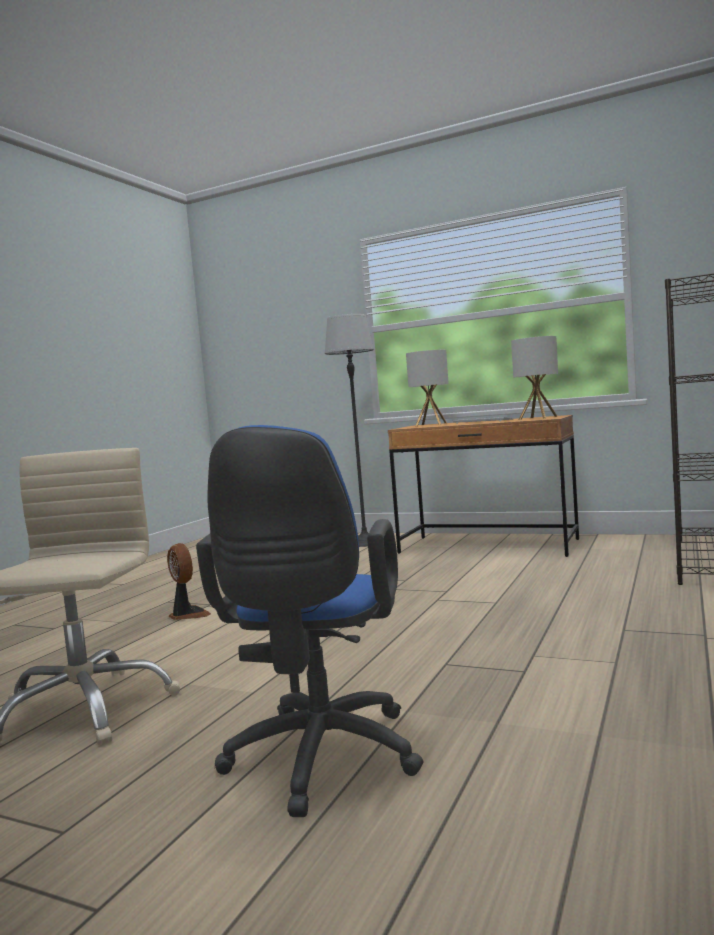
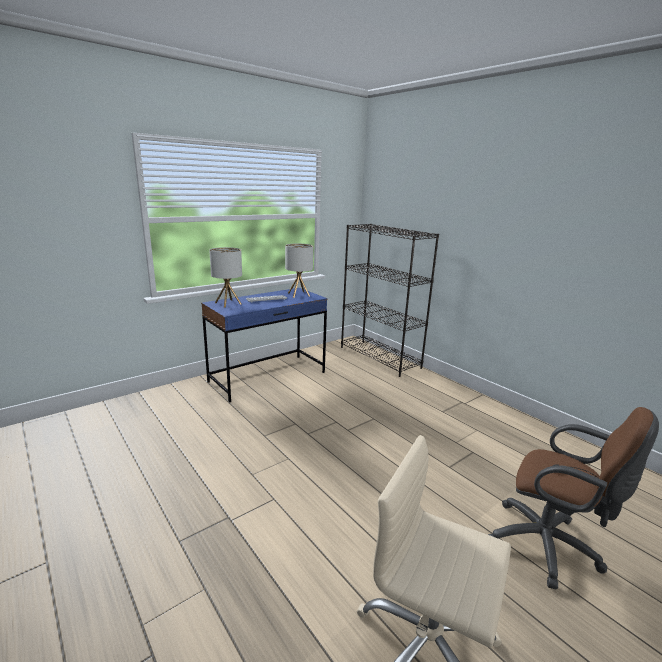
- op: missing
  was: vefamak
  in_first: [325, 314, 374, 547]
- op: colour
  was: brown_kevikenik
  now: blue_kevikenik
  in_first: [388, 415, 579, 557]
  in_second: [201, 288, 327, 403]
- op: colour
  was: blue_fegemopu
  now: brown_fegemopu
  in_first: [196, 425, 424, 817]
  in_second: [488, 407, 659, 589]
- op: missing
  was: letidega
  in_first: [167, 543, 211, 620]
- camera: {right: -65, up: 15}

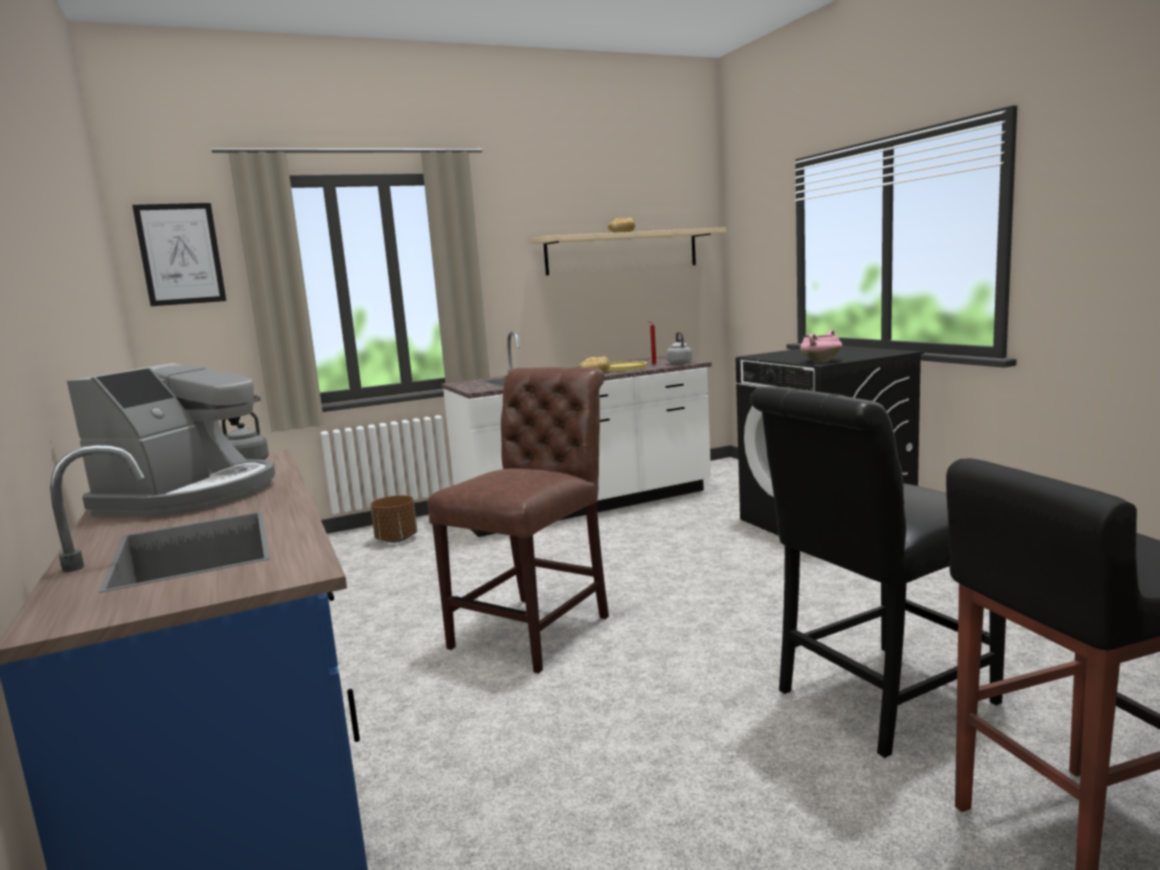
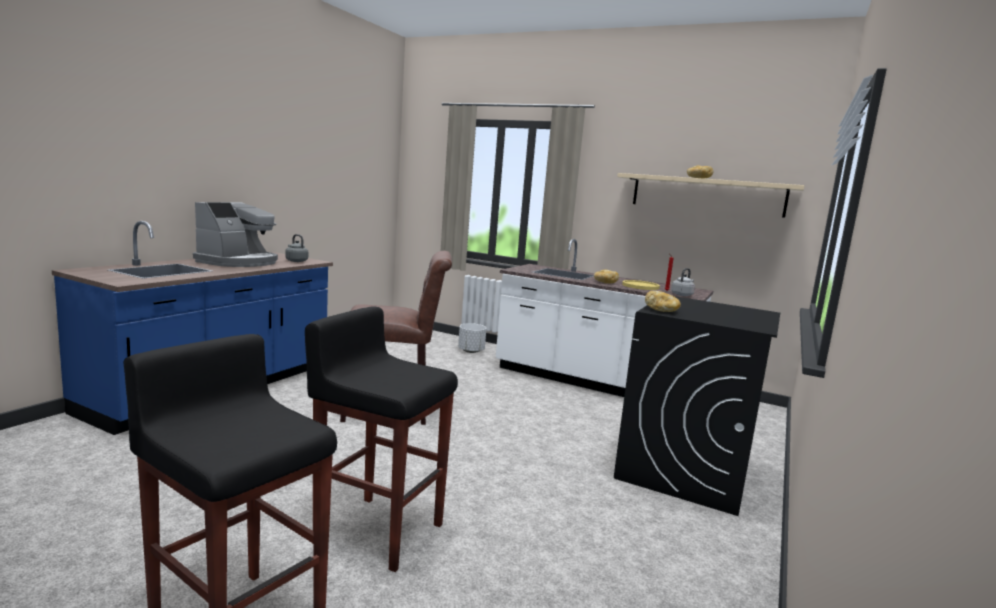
- op: missing
  was: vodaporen
  in_first: [132, 203, 226, 306]
- op: exchanged
  was: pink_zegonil
  now: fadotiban
  in_first: [800, 330, 842, 362]
  in_second: [645, 291, 681, 312]
- op: spun
  was: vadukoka
  in_first: [67, 363, 275, 517]
  in_second: [193, 202, 278, 267]
  clockwise: -45
- op: exchanged
  was: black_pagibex
  now: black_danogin
  in_first: [750, 387, 1006, 758]
  in_second: [305, 306, 458, 572]
- op: colour
  was: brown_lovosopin
  now: white_lovosopin
  in_first: [370, 495, 417, 543]
  in_second: [458, 323, 486, 353]
- camera: {right: 50, up: 0}

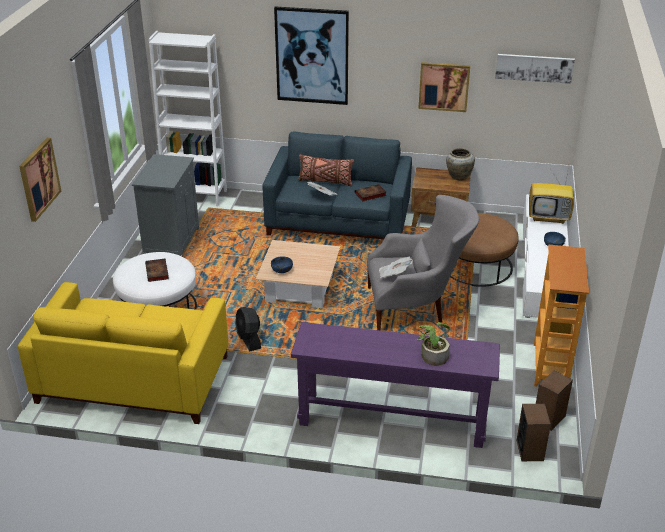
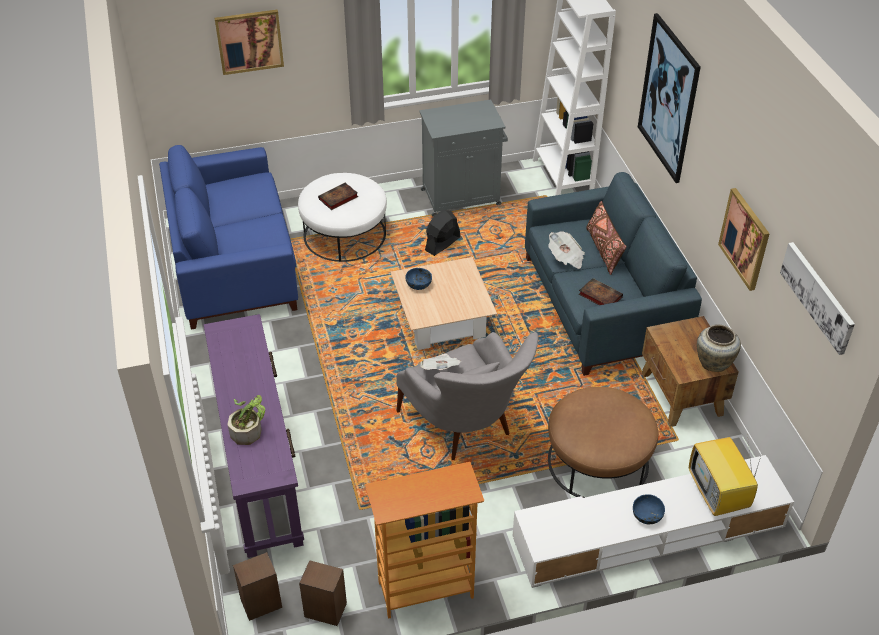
- op: colour
  was: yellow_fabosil
  now: blue_fabosil
  in_first: [18, 282, 229, 424]
  in_second: [159, 145, 298, 329]
- op: relocated
  was: black_letidega
  in_first: [235, 307, 261, 352]
  in_second: [425, 210, 461, 256]
- camera: {right: 65, up: 10}

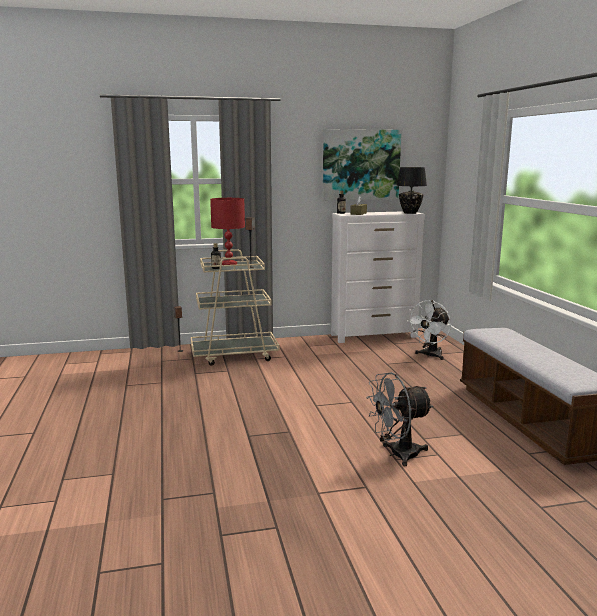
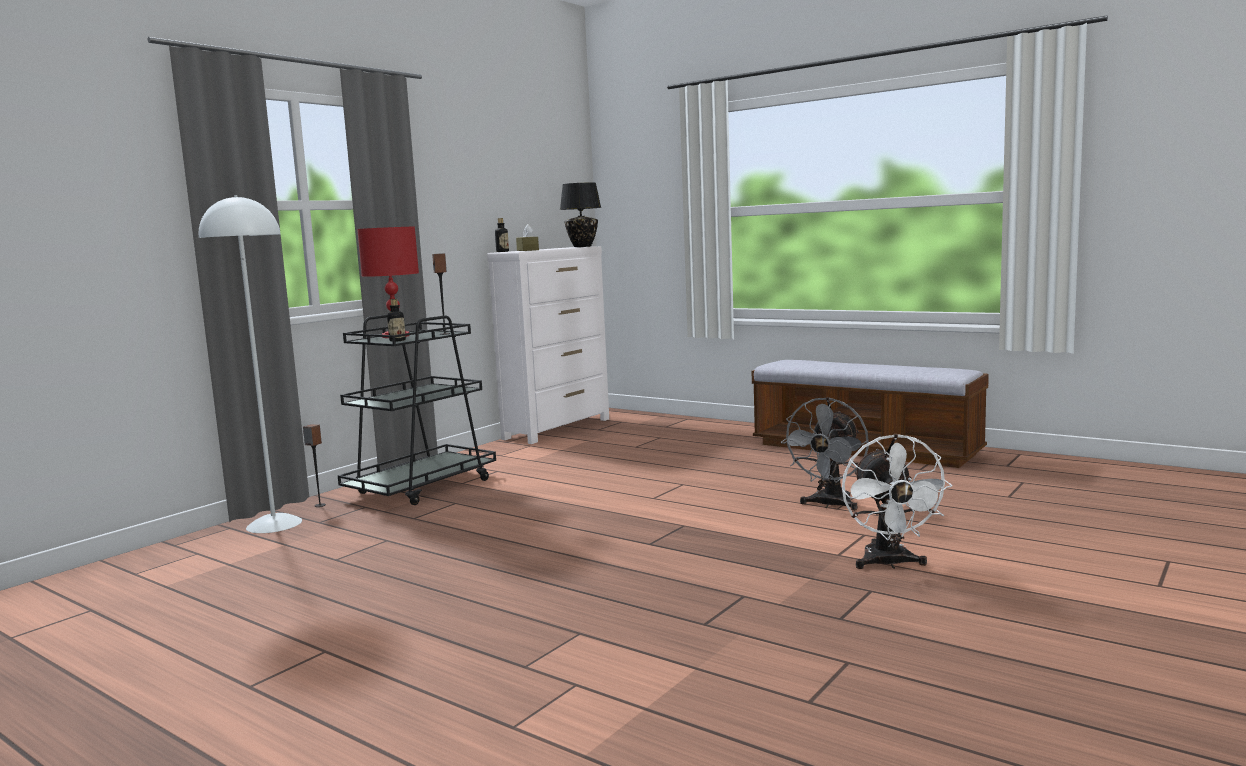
- op: missing
  was: vodaporen
  in_first: [323, 129, 401, 200]
- op: colour
  was: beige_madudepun
  now: black_madudepun
  in_first: [191, 249, 279, 366]
  in_second: [338, 315, 496, 505]
- op: relocated
  was: white_letidega
  in_first: [406, 300, 451, 360]
  in_second: [842, 434, 953, 569]
- op: appeared
  now: white_vefamak
  in_second: [199, 195, 302, 533]
- camera: {right: -40, up: -5}

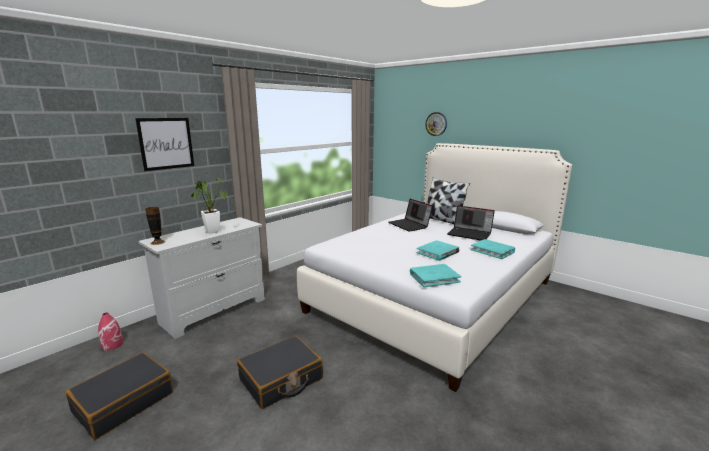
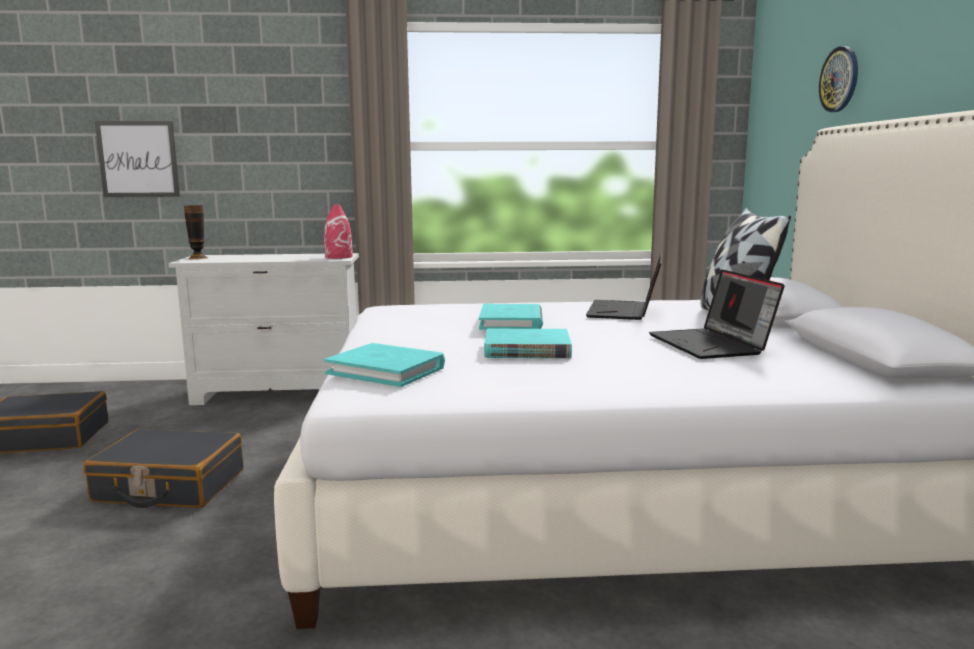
- op: relocated
  was: vodaporen
  in_first: [135, 118, 194, 171]
  in_second: [95, 121, 180, 197]
- op: missing
  was: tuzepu
  in_first: [191, 178, 228, 234]
- op: relocated
  was: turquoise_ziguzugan
  in_first: [471, 239, 515, 259]
  in_second: [479, 304, 543, 330]
- op: relocated
  was: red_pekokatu
  in_first: [98, 313, 123, 351]
  in_second: [324, 205, 353, 259]
- camera: {right: 45, up: -5}

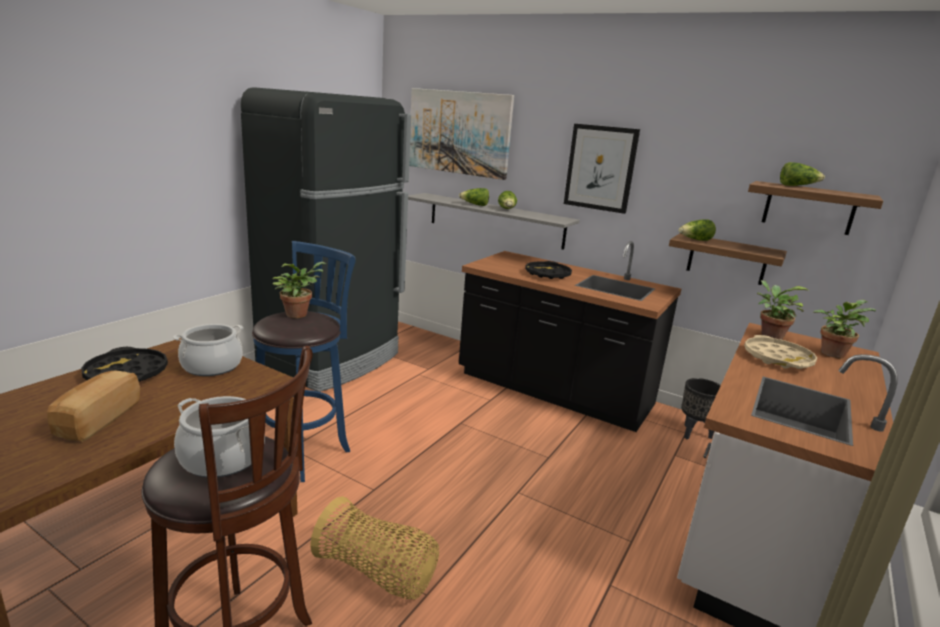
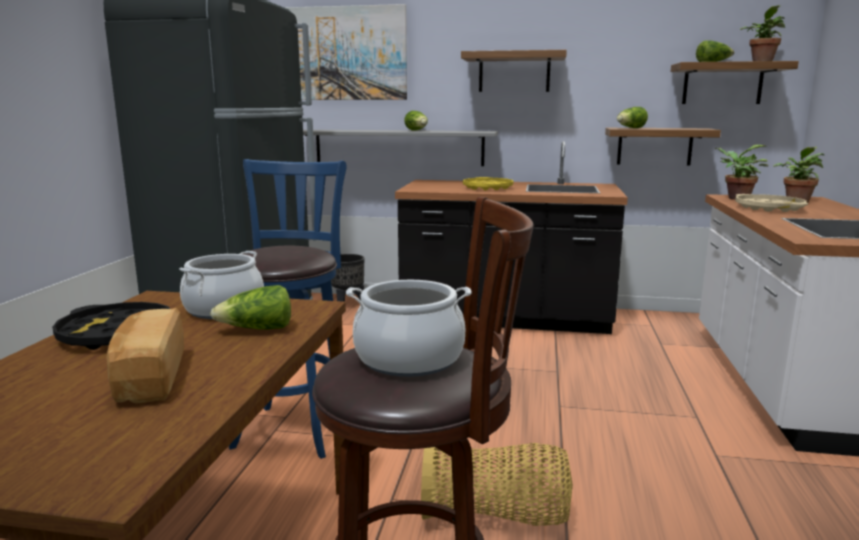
- op: exchanged
  was: vodaporen
  now: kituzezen
  in_first: [564, 124, 640, 214]
  in_second: [461, 50, 567, 92]
- op: relocated
  was: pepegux
  in_first: [459, 188, 489, 206]
  in_second: [210, 285, 291, 330]
- op: colour
  was: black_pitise
  now: yellow_pitise
  in_first: [525, 261, 572, 279]
  in_second: [463, 177, 514, 190]
- op: relocated
  was: tuzepu
  in_first: [272, 262, 326, 318]
  in_second: [740, 5, 785, 61]
- op: relocated
  was: black_lovosopin
  in_first: [681, 378, 721, 440]
  in_second: [331, 254, 364, 302]
- camera: {right: -20, up: -5}

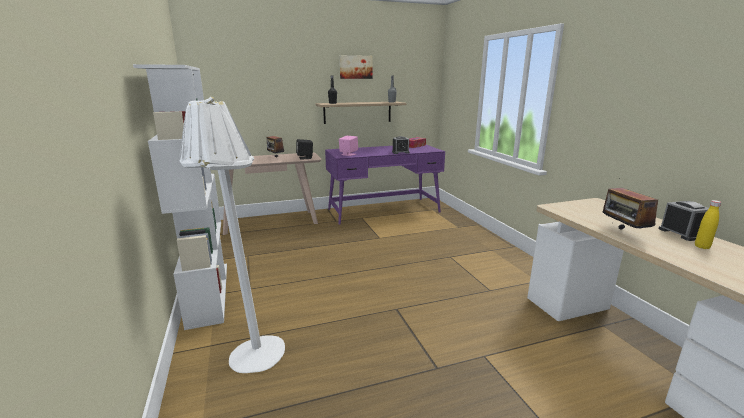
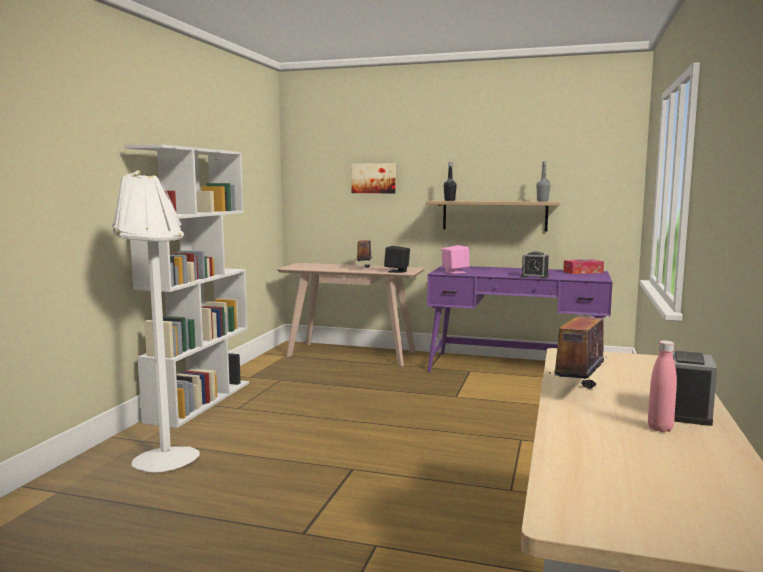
- op: relocated
  was: vodaporen
  in_first: [340, 55, 372, 79]
  in_second: [351, 163, 396, 193]
- op: colour
  was: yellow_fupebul
  now: pink_fupebul
  in_first: [695, 200, 721, 249]
  in_second: [648, 340, 677, 432]
- camera: {right: 35, up: -10}

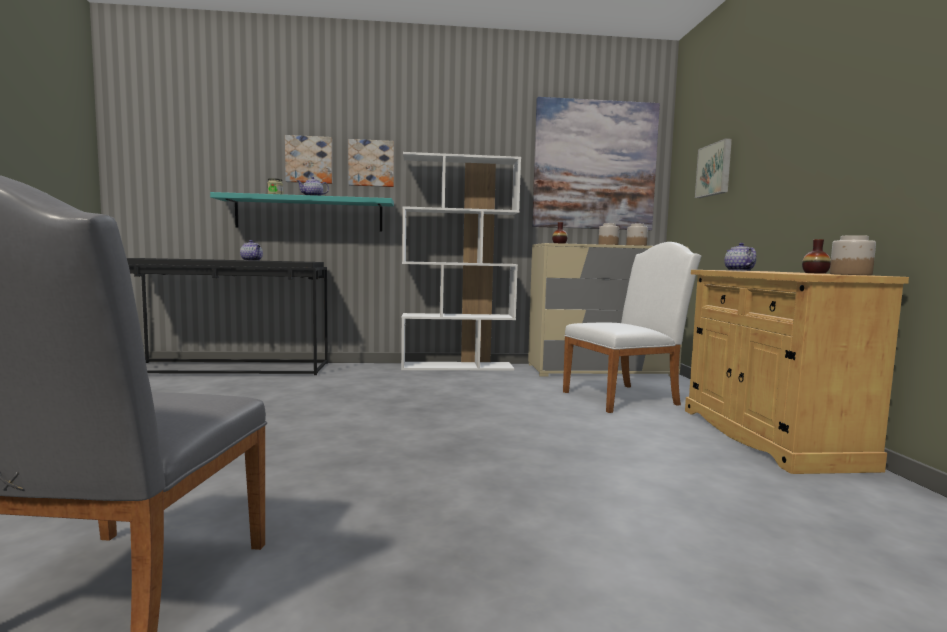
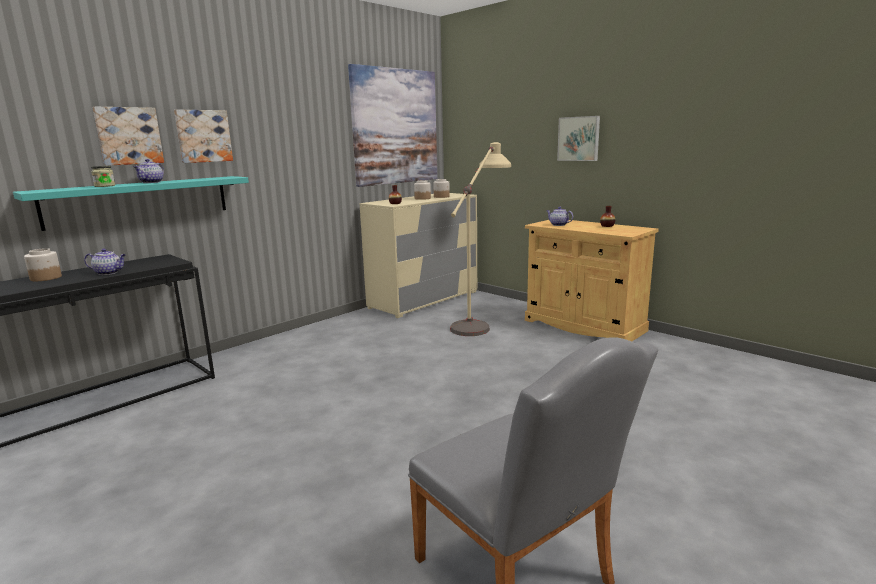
- op: relocated
  was: vodaporen
  in_first: [695, 138, 732, 198]
  in_second: [557, 116, 600, 161]
- op: missing
  was: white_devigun
  in_first: [401, 152, 521, 371]
- op: relocated
  was: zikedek
  in_first: [830, 235, 876, 275]
  in_second: [24, 248, 62, 281]
- op: exchanged
  was: white_pagibex
  now: beige_vefamak
  in_first: [563, 242, 701, 413]
  in_second: [450, 142, 511, 336]
- camera: {right: -40, up: 10}

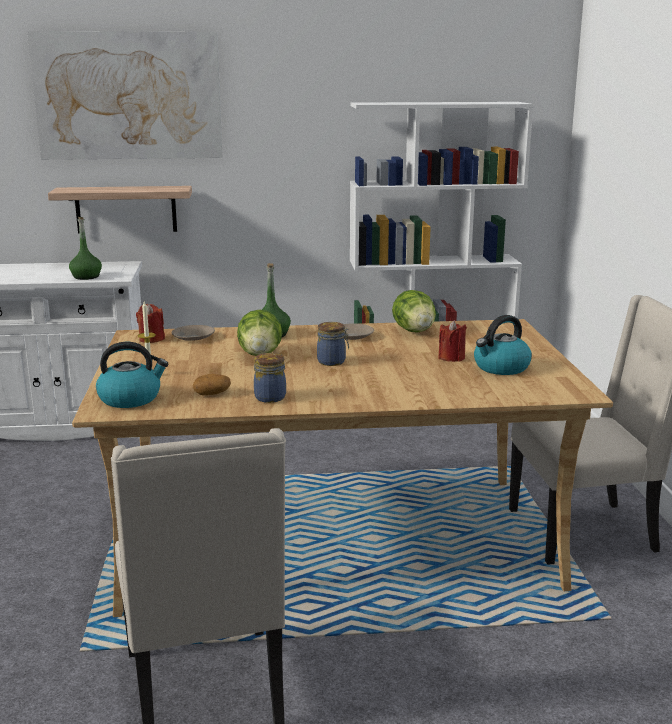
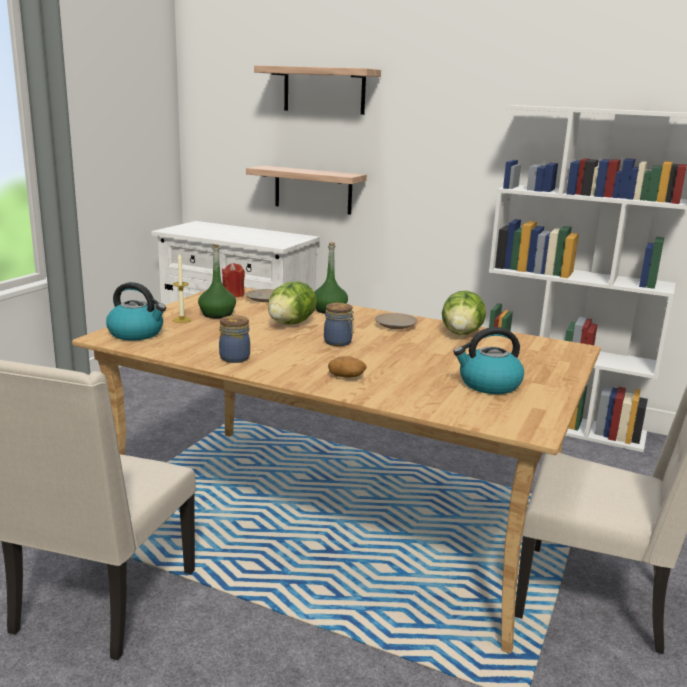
- op: exchanged
  was: vodaporen
  now: kituzezen
  in_first: [27, 31, 223, 160]
  in_second: [254, 65, 381, 115]
- op: relocated
  was: green_fupebul
  in_first: [69, 217, 102, 280]
  in_second: [198, 244, 236, 318]
- op: missing
  was: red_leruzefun
  in_first: [439, 320, 467, 362]
- op: relocated
  was: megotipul
  in_first: [193, 374, 231, 395]
  in_second: [328, 356, 367, 378]
- camera: {right: 30, up: 0}

